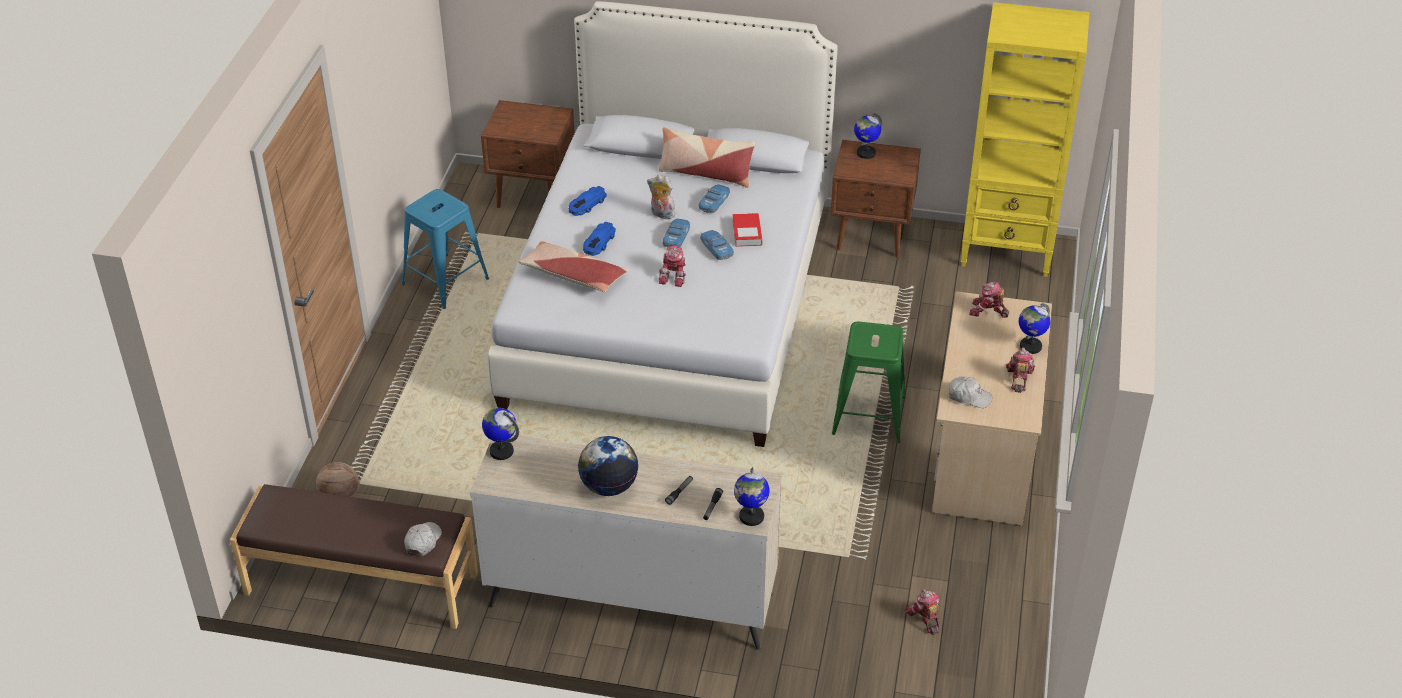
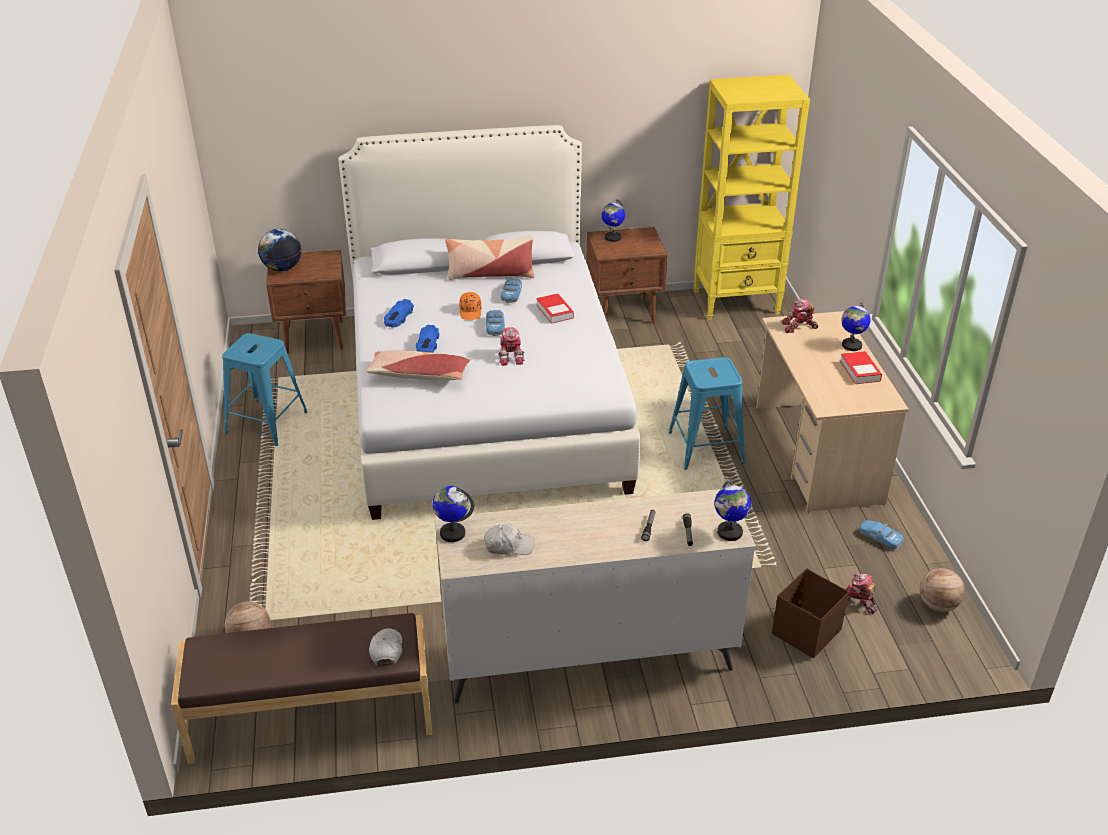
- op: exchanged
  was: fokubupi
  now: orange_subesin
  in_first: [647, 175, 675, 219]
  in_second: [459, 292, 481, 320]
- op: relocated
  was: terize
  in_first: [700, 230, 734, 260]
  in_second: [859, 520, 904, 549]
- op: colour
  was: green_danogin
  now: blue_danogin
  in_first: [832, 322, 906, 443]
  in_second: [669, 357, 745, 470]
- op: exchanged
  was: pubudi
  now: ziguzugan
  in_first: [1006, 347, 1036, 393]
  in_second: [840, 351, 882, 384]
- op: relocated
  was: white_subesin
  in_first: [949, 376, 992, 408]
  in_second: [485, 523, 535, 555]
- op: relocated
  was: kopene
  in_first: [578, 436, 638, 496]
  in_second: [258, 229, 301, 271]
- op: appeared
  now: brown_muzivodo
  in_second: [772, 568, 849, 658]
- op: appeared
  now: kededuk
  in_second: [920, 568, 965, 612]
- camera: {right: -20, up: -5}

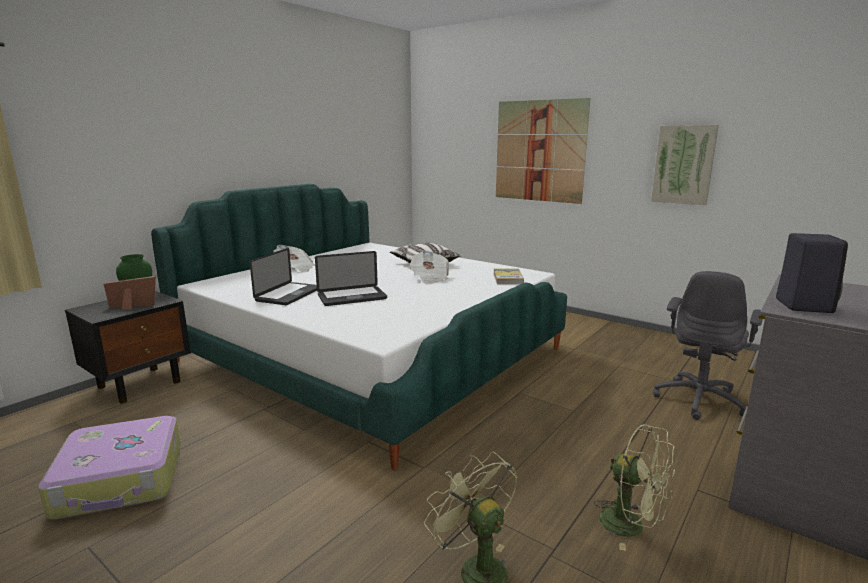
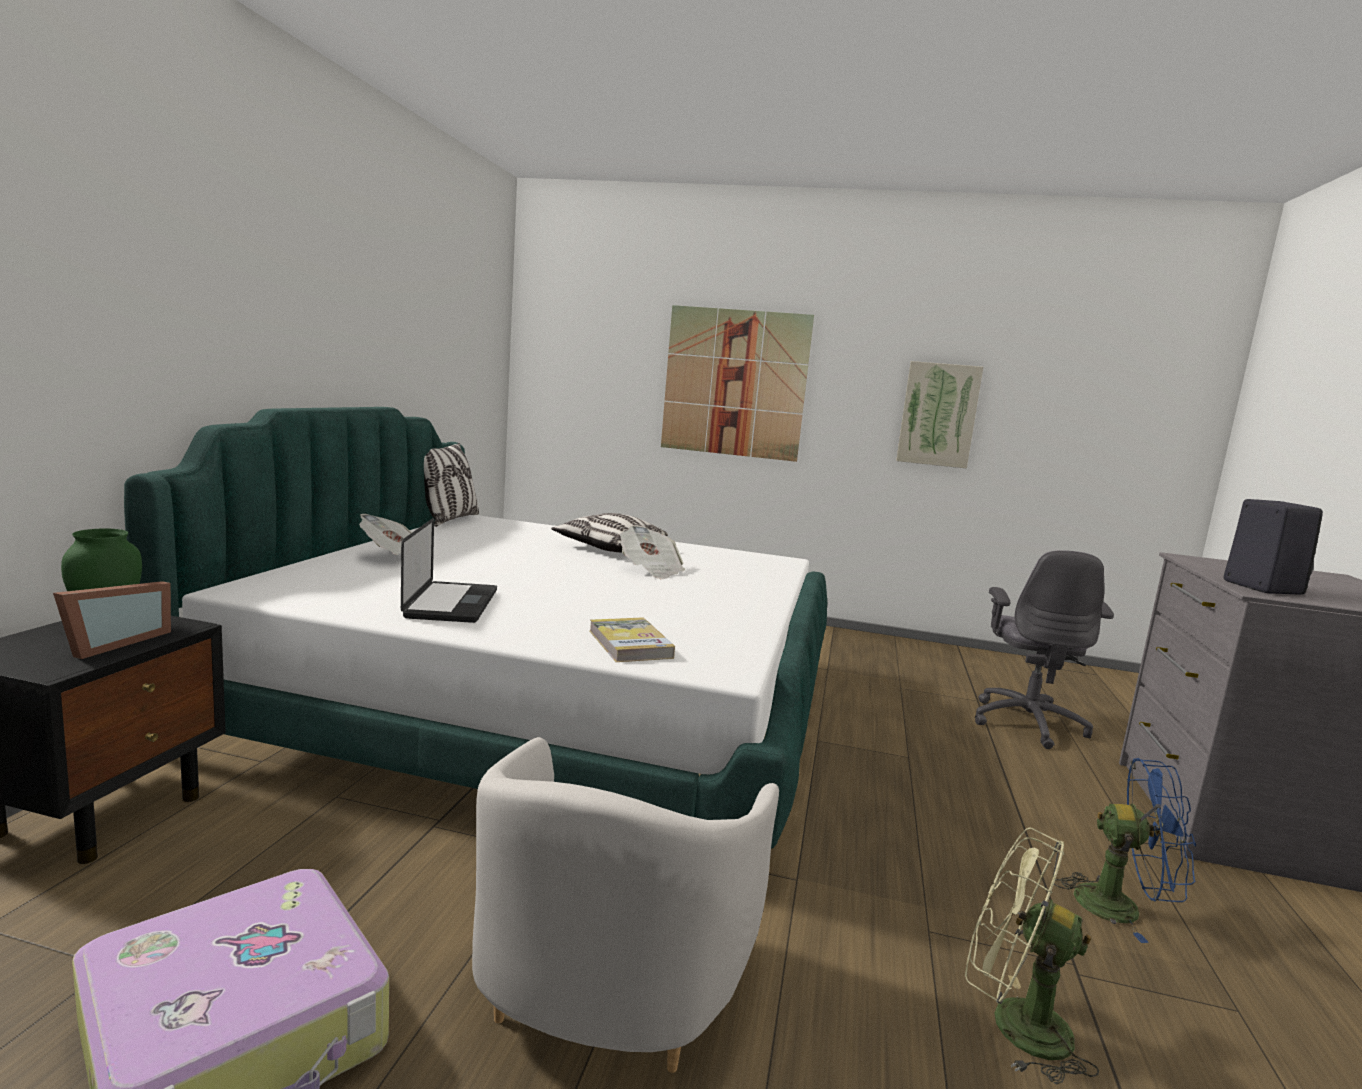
- op: missing
  was: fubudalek
  in_first: [315, 251, 387, 306]
- op: relocated
  was: ziguzugan
  in_first: [493, 268, 524, 284]
  in_second: [590, 617, 675, 662]
- op: spun
  was: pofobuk
  in_first: [104, 276, 156, 310]
  in_second: [53, 581, 171, 659]
  clockwise: 135
- op: colour
  was: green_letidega
  now: blue_letidega
  in_first: [594, 424, 676, 551]
  in_second: [1054, 758, 1196, 943]
- op: appeared
  now: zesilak
  in_second: [424, 443, 479, 527]
- op: appeared
  now: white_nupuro
  in_second: [472, 737, 779, 1073]
- camera: {right: -25, up: -5}

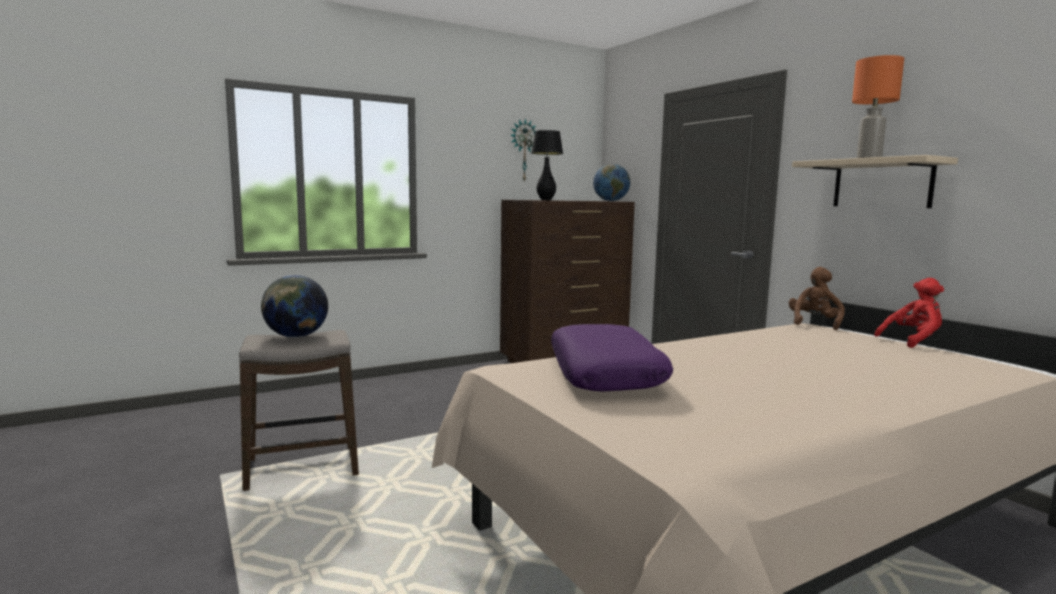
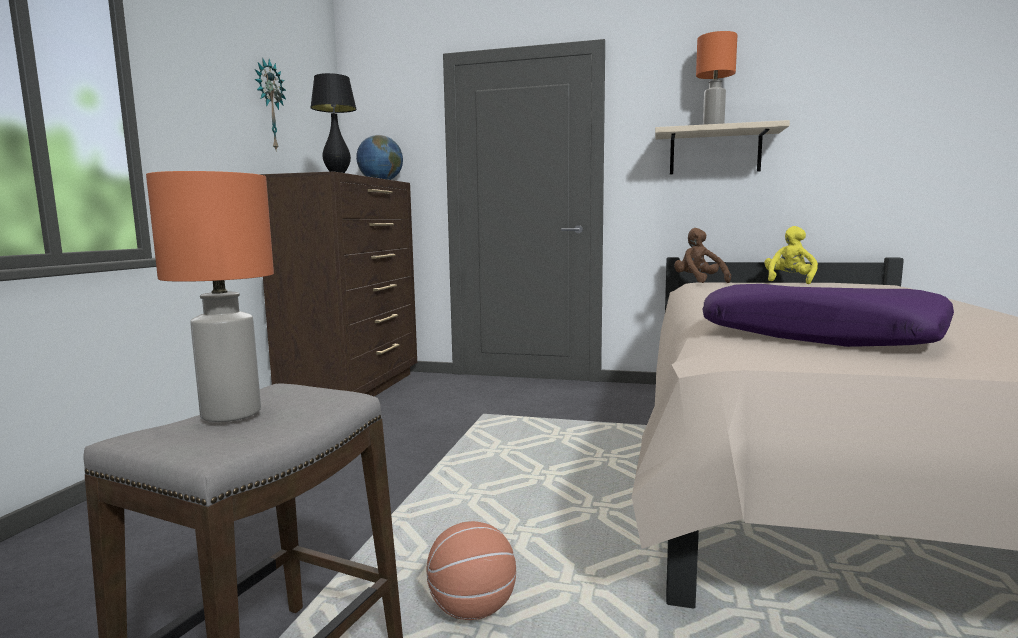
- op: exchanged
  was: kopene
  now: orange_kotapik
  in_first: [261, 275, 328, 338]
  in_second: [146, 171, 274, 422]
- op: colour
  was: red_fokubupi
  now: yellow_fokubupi
  in_first: [874, 278, 944, 348]
  in_second: [764, 226, 818, 284]
- op: appeared
  now: kededuk
  in_second: [427, 521, 516, 620]
- camera: {right: -45, up: 0}

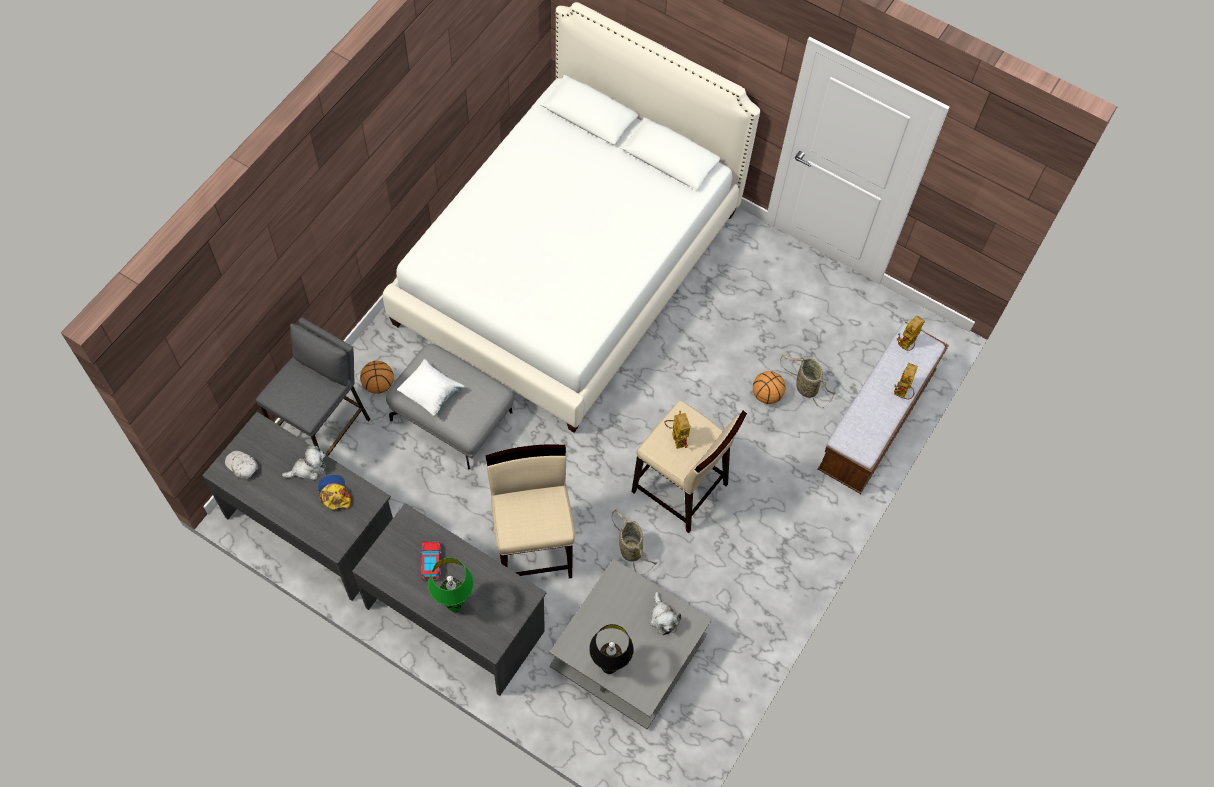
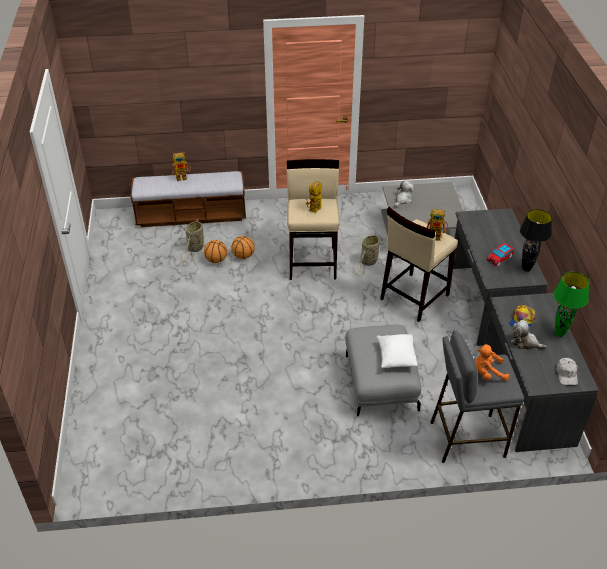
- op: missing
  was: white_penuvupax
  in_first: [383, 2, 760, 433]
- op: relocated
  was: pubudi
  in_first: [897, 315, 925, 351]
  in_second: [427, 209, 448, 241]
- op: relocated
  was: kededuk
  in_first: [360, 361, 394, 394]
  in_second: [232, 236, 255, 259]
- op: relocated
  was: green_kotapik
  in_first: [428, 558, 474, 612]
  in_second: [553, 272, 589, 337]
- op: relocated
  was: black_kotapik
  in_first: [589, 624, 634, 674]
  in_second: [520, 209, 552, 272]
- op: appeared
  now: orange_fokubupi
  in_second: [475, 344, 509, 381]
- camera: {right: -125, up: -20}

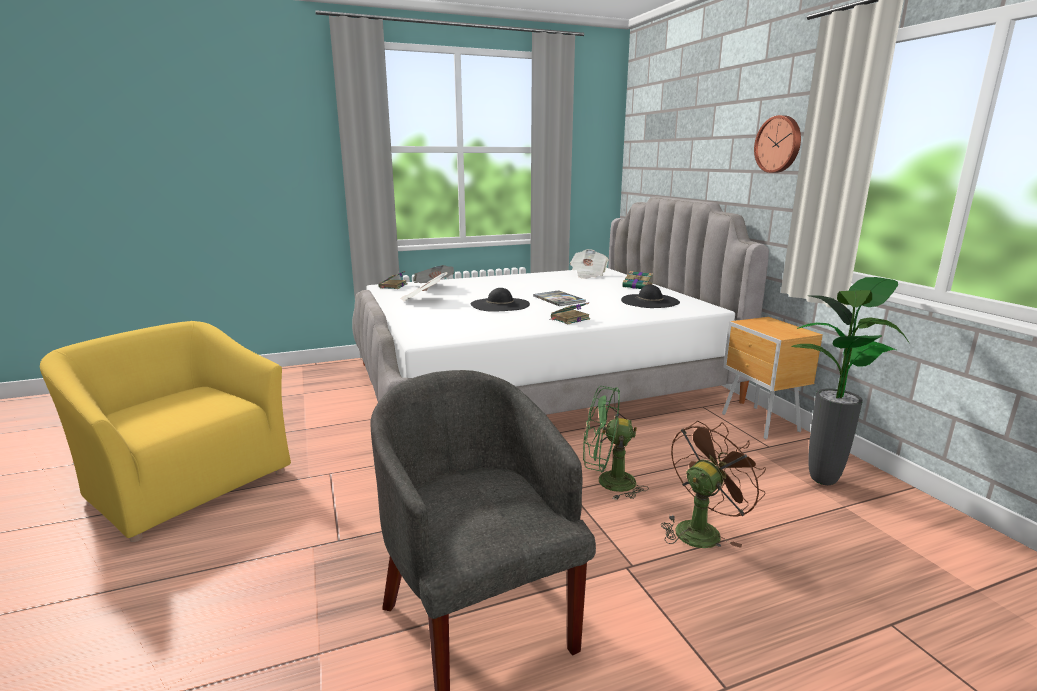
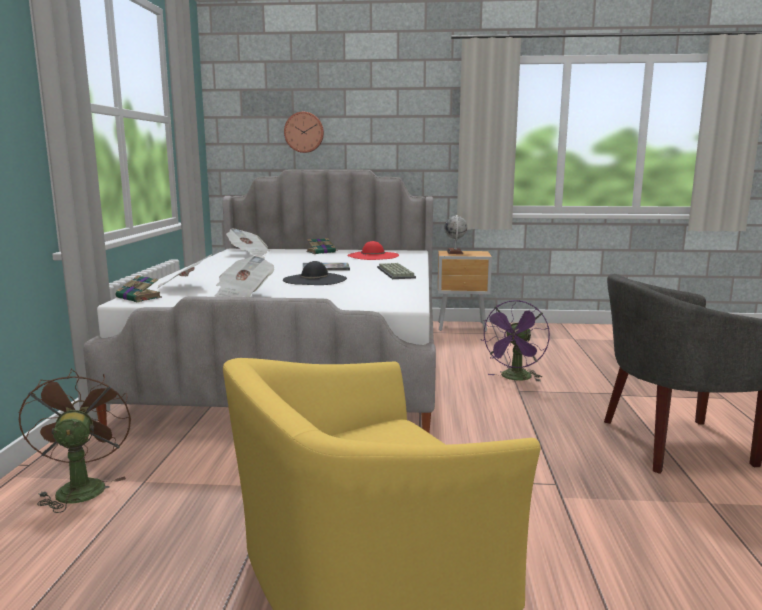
- op: relocated
  was: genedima
  in_first: [754, 115, 801, 173]
  in_second: [284, 112, 324, 153]
- op: missing
  was: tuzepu
  in_first: [791, 277, 910, 485]
- op: colour
  was: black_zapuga
  now: red_zapuga
  in_first: [621, 285, 680, 308]
  in_second: [347, 241, 399, 260]
- op: exchanged
  was: ziguzugan
  now: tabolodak
  in_first: [551, 302, 590, 324]
  in_second: [377, 263, 416, 279]
- op: colour
  was: green_letidega
  now: purple_letidega
  in_first: [583, 386, 649, 500]
  in_second: [480, 300, 550, 382]
- op: relocated
  was: brown_letidega
  in_first: [661, 421, 766, 548]
  in_second: [19, 369, 131, 513]
- op: appeared
  now: kopene
  in_second: [444, 215, 467, 254]
- camera: {right: -65, up: -5}

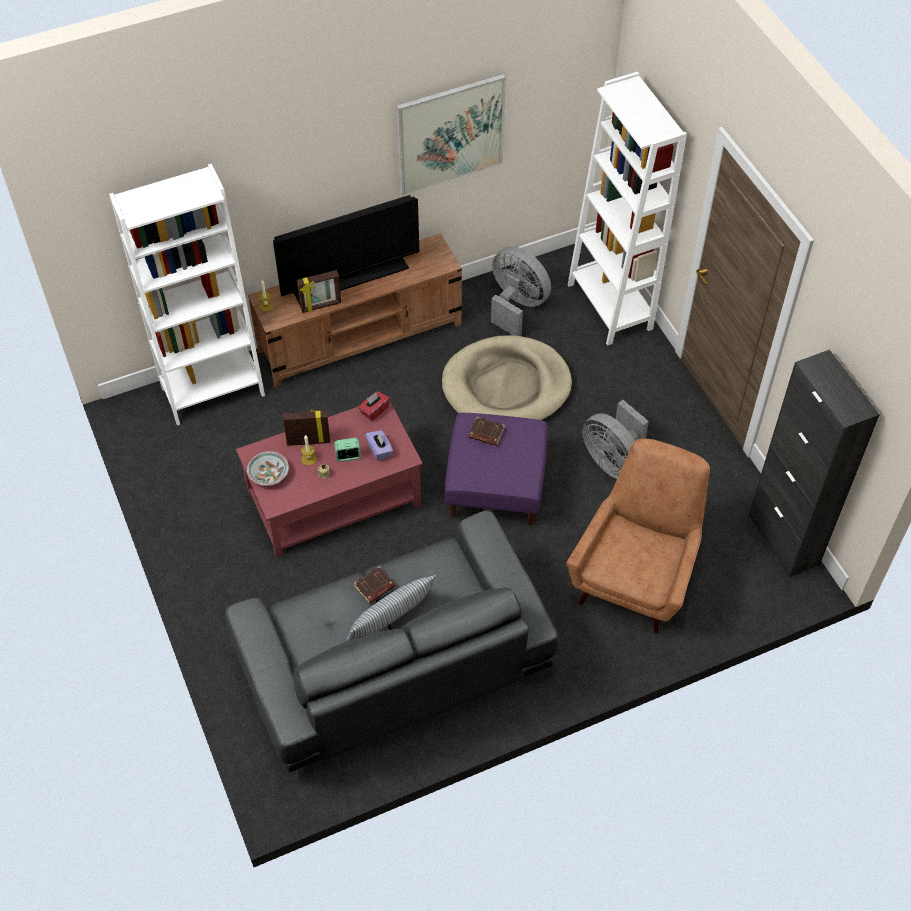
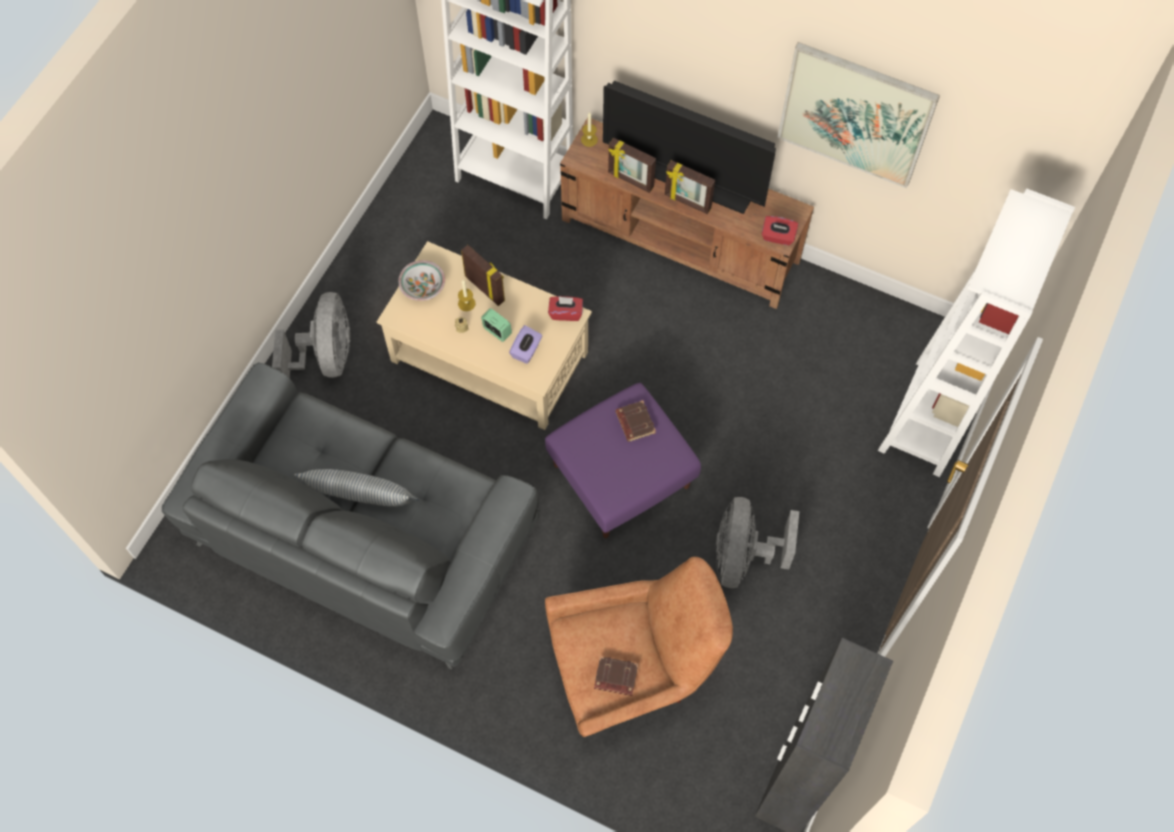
- op: relocated
  was: grey_letidega
  in_first: [491, 246, 551, 336]
  in_second: [272, 292, 350, 378]
- op: missing
  was: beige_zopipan
  in_first: [442, 335, 572, 421]
- op: colour
  was: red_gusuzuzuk
  now: beige_gusuzuzuk
  in_first: [236, 402, 423, 558]
  in_second: [377, 241, 592, 430]
- op: relocated
  was: brown_ziguzugan
  in_first: [353, 566, 396, 603]
  in_second: [594, 656, 638, 696]
- op: appeared
  now: pofobuk
  in_second: [665, 160, 715, 214]
- op: appeared
  now: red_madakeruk
  in_second: [762, 216, 798, 245]
- camera: {right: 50, up: 10}

